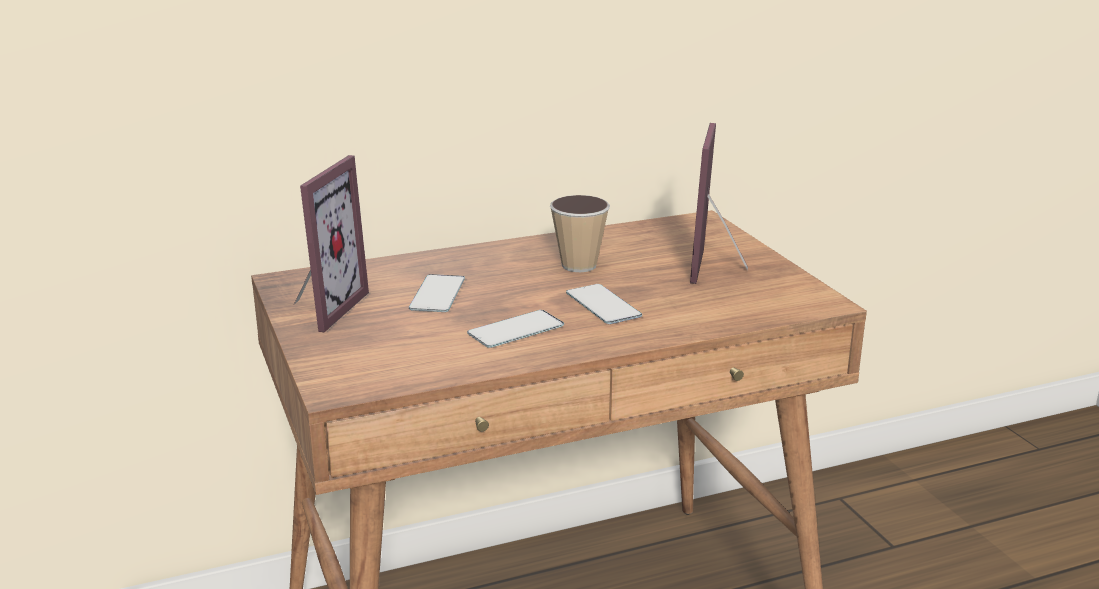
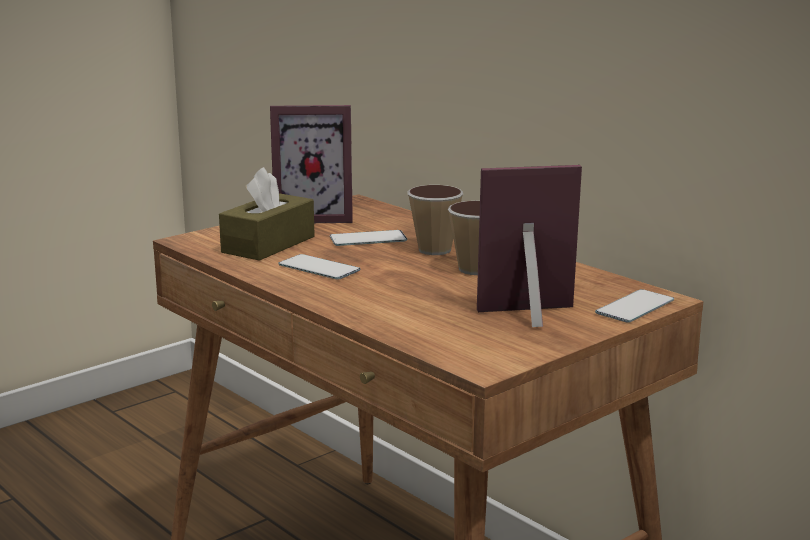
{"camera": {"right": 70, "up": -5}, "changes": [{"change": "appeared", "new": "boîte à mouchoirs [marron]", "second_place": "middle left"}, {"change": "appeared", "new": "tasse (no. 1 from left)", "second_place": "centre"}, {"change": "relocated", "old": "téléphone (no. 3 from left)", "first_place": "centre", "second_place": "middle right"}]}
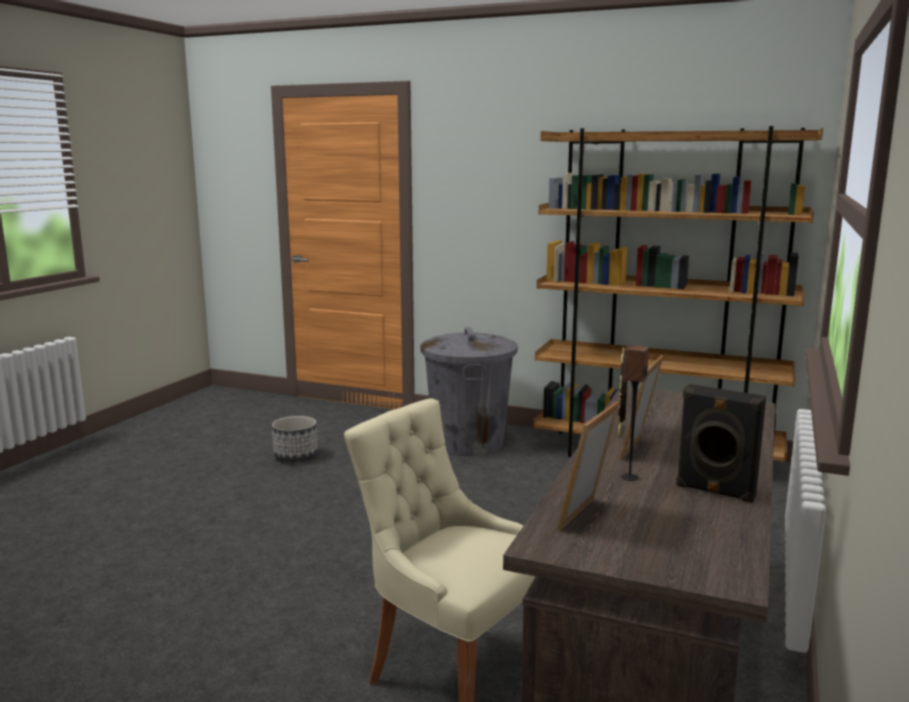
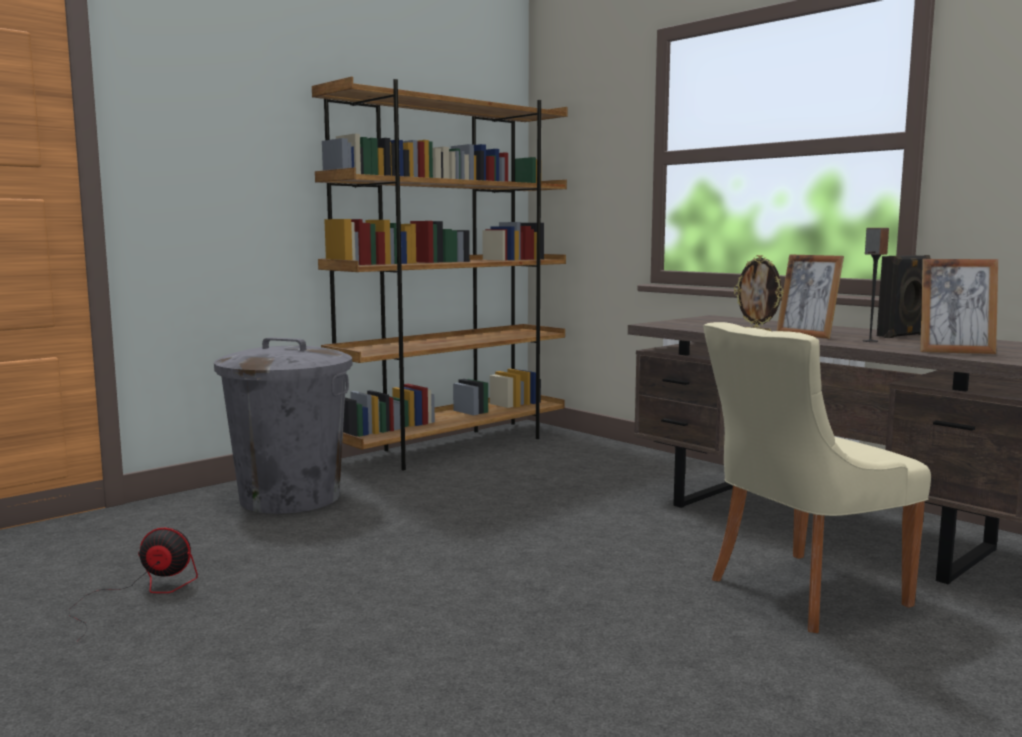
{"camera": {"right": -65, "up": -5}, "changes": [{"change": "exchanged", "old": "cache-pot", "new": "ventilateur", "first_place": "middle left", "second_place": "bottom left"}, {"change": "spun", "old": "cadre photo (no. 1 from left in the first image)", "first_place": "centre", "second_place": "middle right", "degrees": -45}]}
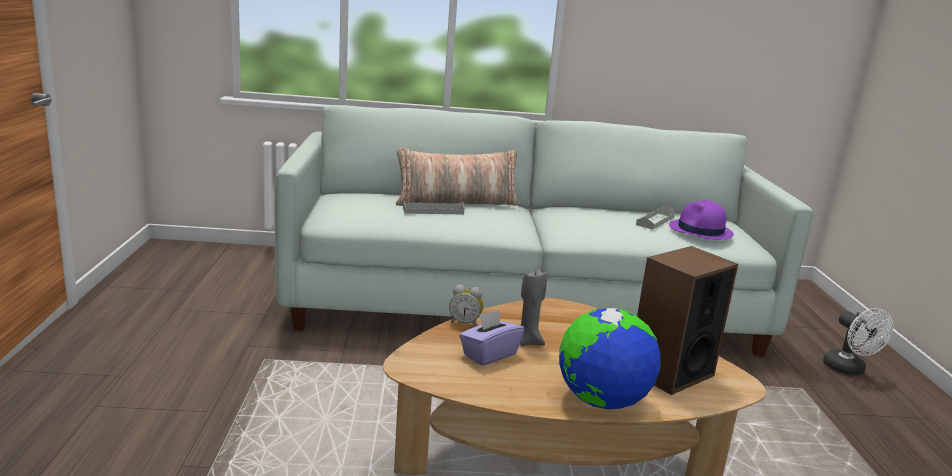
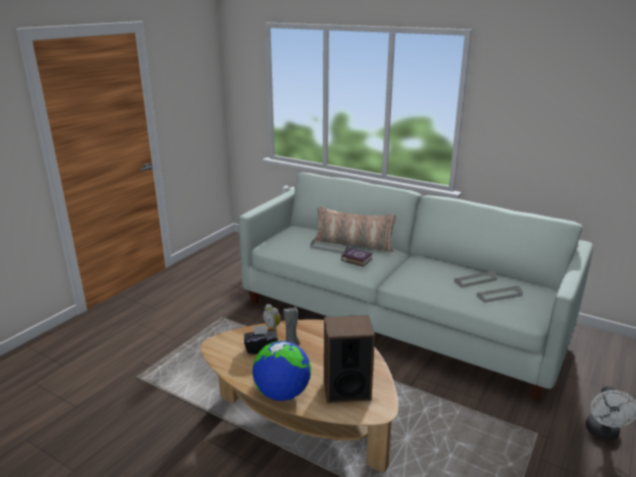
{"camera": {"right": 35, "up": 5}, "changes": [{"change": "colour", "old": "boîte à mouchoirs [violet]", "new": "boîte à mouchoirs [noir]", "first_place": "bottom centre", "second_place": "bottom centre"}, {"change": "appeared", "new": "livre", "second_place": "centre"}, {"change": "exchanged", "old": "chapeau [violet]", "new": "plateau [gris] (no. 3 from left)", "first_place": "middle right", "second_place": "middle right"}]}
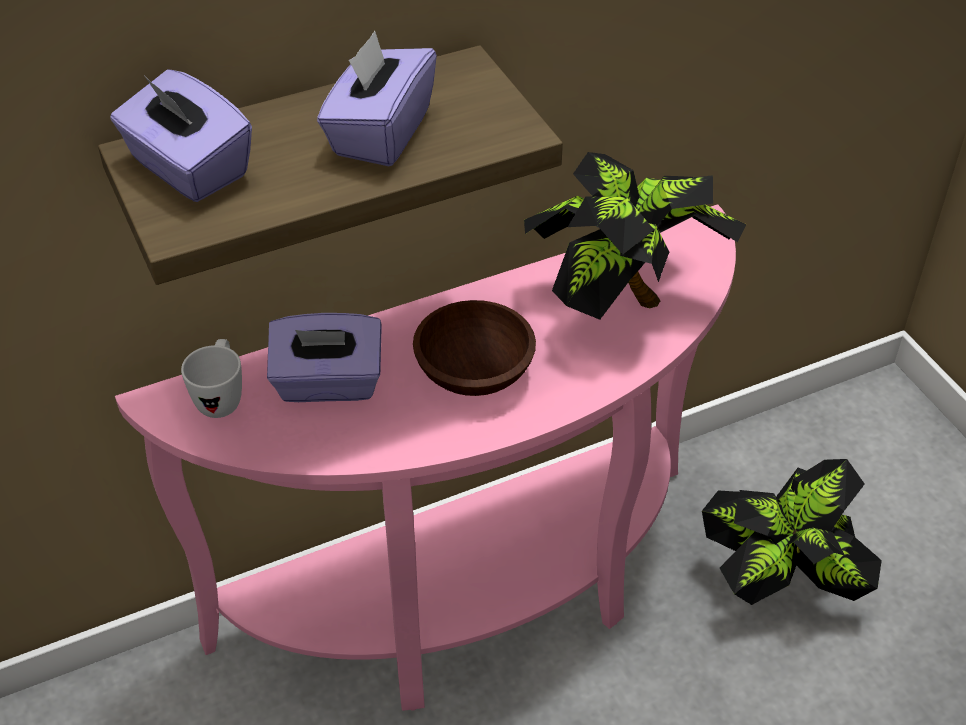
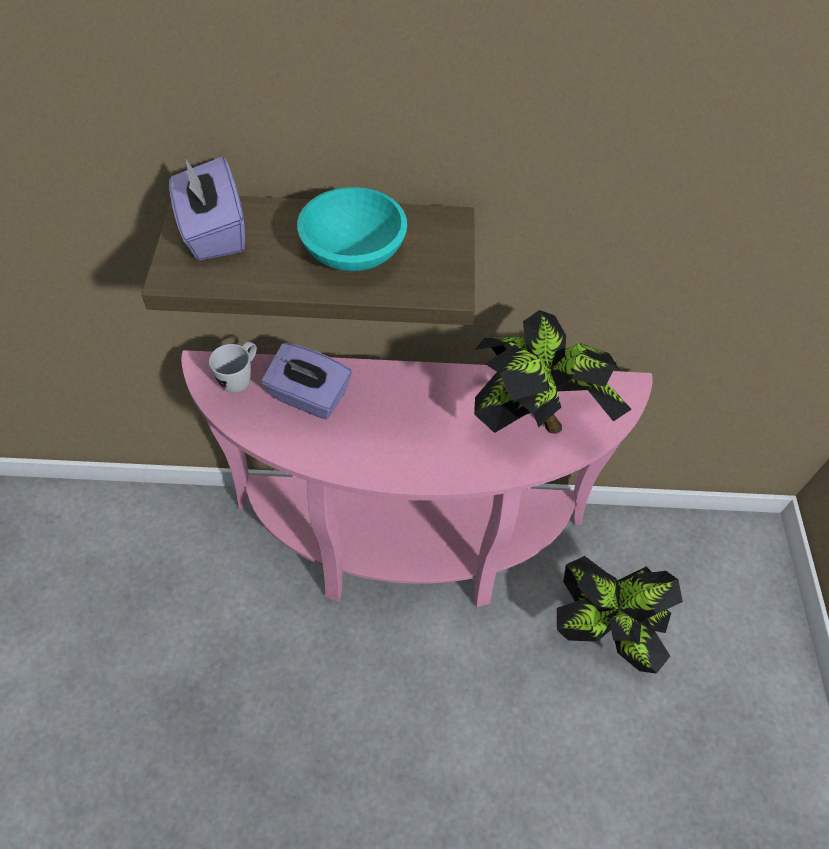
{"camera": {"right": 25, "up": 10}, "changes": [{"change": "exchanged", "old": "boîte à mouchoirs [violet] (no. 3 from left)", "new": "bol [turquoise]", "first_place": "top centre", "second_place": "top centre"}, {"change": "missing", "old": "bol [marron]", "first_place": "centre"}]}
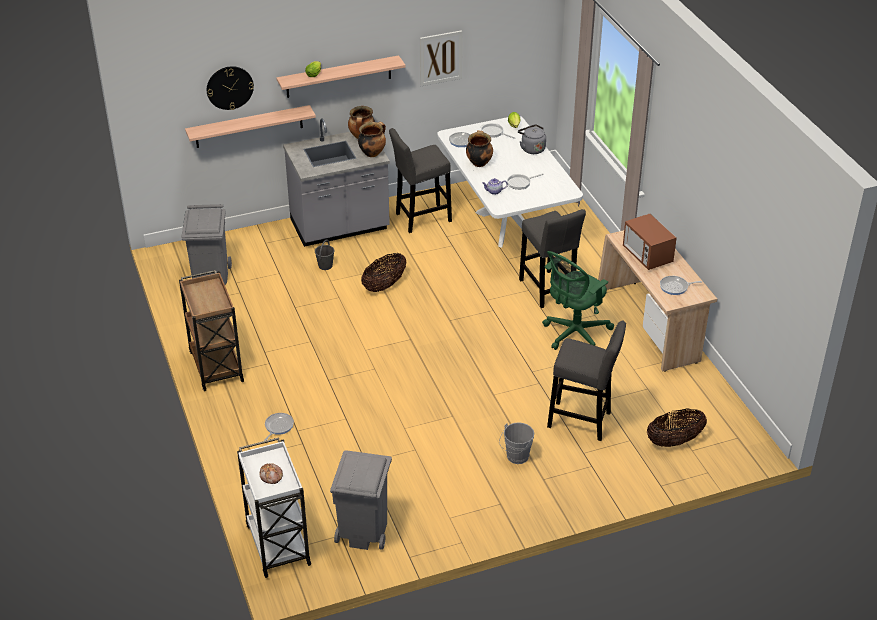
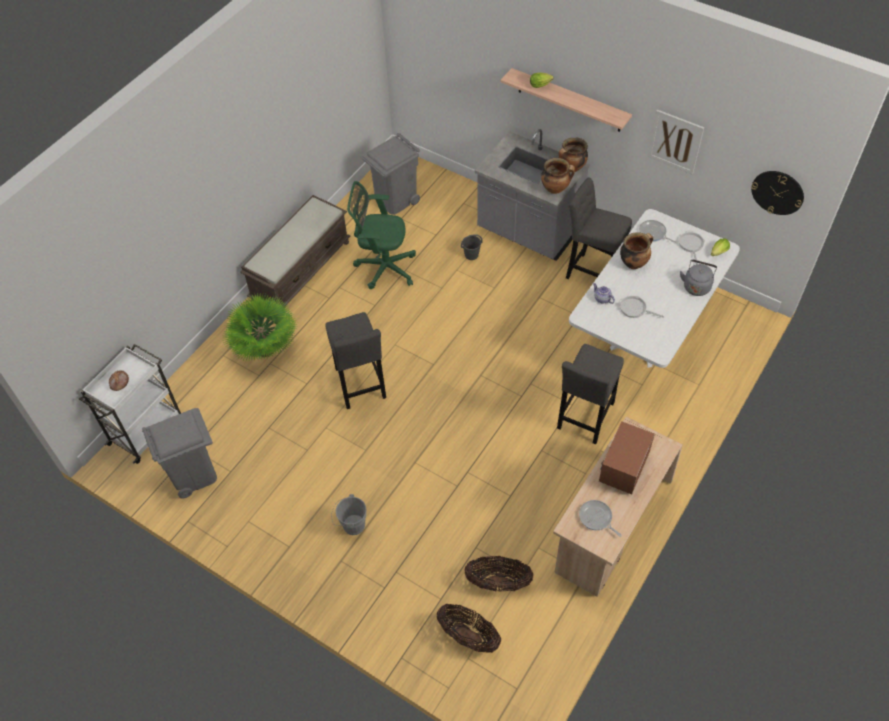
{"camera": {"right": 55, "up": 15}, "changes": [{"change": "exchanged", "old": "poêle (no. 1 from left)", "new": "plante en pot", "first_place": "bottom left", "second_place": "middle left"}, {"change": "exchanged", "old": "chariot [marron]", "new": "banc [marron]", "first_place": "middle left", "second_place": "middle left"}, {"change": "relocated", "old": "tabouret [gris] (no. 3 from left in the first image)", "new": "tabouret [gris] (no. 1 from left)", "first_place": "middle right", "second_place": "centre"}, {"change": "relocated", "old": "chaise de bureau [vert]", "first_place": "centre", "second_place": "top centre"}, {"change": "relocated", "old": "panier (no. 1 from left in the first image)", "new": "panier (no. 2 from left)", "first_place": "centre", "second_place": "bottom centre"}, {"change": "relocated", "old": "horloge murale", "first_place": "top left", "second_place": "top right"}, {"change": "missing", "old": "étagère (no. 1 from left)", "first_place": "top left"}]}
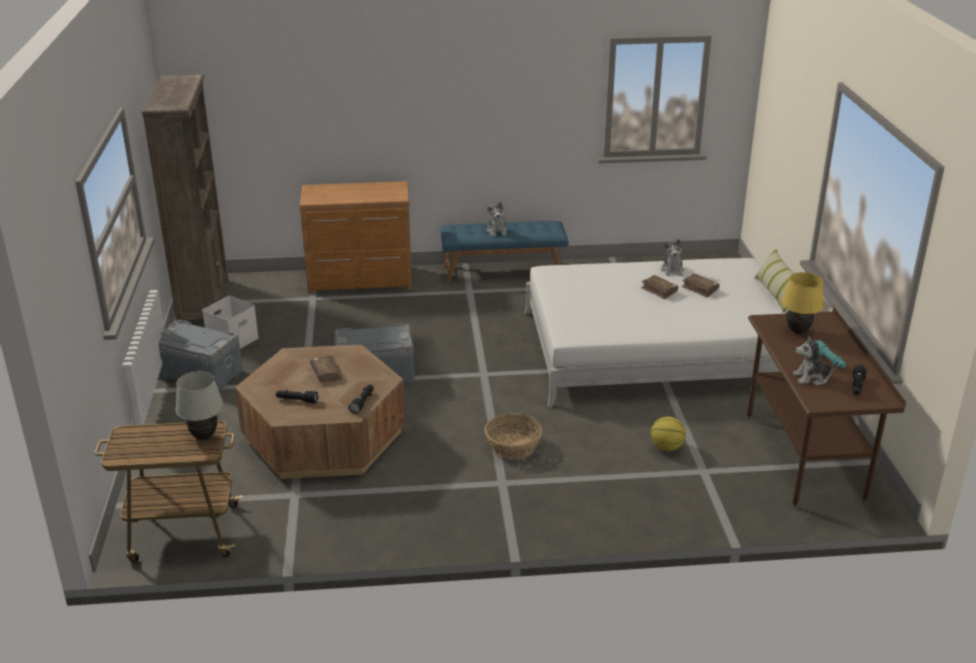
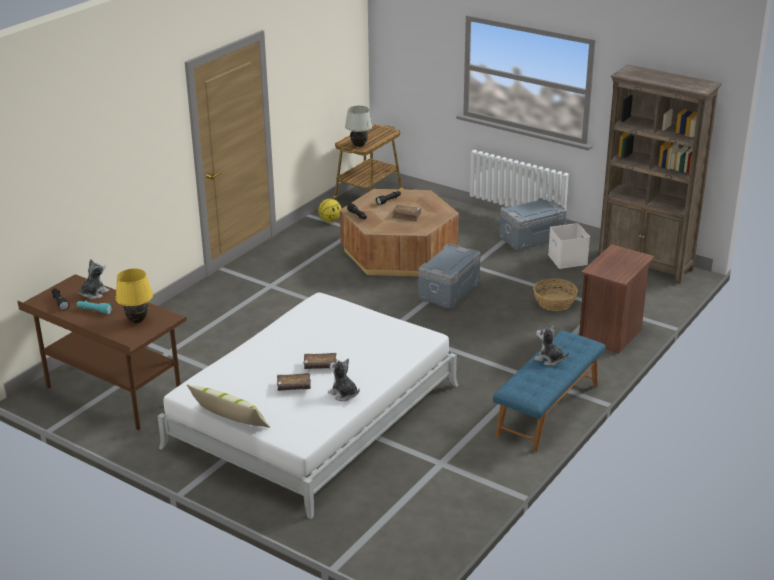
{"camera": {"right": 130, "up": 0}, "changes": [{"change": "relocated", "old": "ballon de basket", "first_place": "middle right", "second_place": "centre"}, {"change": "relocated", "old": "panier", "first_place": "centre", "second_place": "middle right"}, {"change": "exchanged", "old": "commode [marron]", "new": "table de chevet [marron]", "first_place": "centre", "second_place": "middle right"}]}
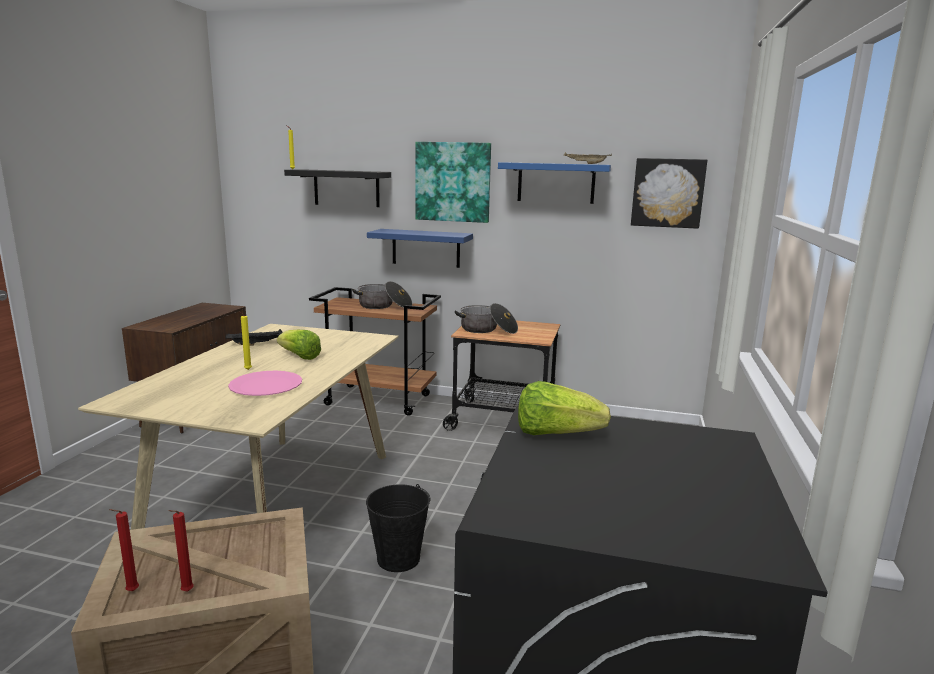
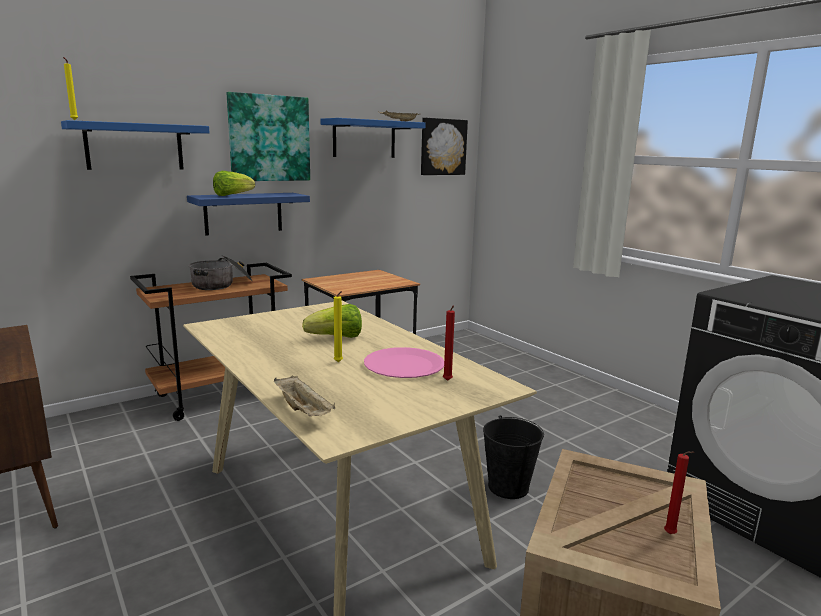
{"camera": {"right": -50, "up": 0}, "changes": [{"change": "colour", "old": "étagère [noir]", "new": "étagère [bleu] (no. 1 from left)", "first_place": "top centre", "second_place": "top left"}, {"change": "relocated", "old": "laitue (no. 2 from left in the first image)", "new": "laitue (no. 1 from left)", "first_place": "centre", "second_place": "top left"}, {"change": "appeared", "new": "plateau [beige] (no. 1 from left)", "second_place": "centre"}, {"change": "relocated", "old": "bougie [rouge] (no. 1 from left)", "first_place": "bottom left", "second_place": "centre"}, {"change": "missing", "old": "plateau [noir]", "first_place": "middle left"}, {"change": "missing", "old": "marmite (no. 2 from left)", "first_place": "centre"}]}
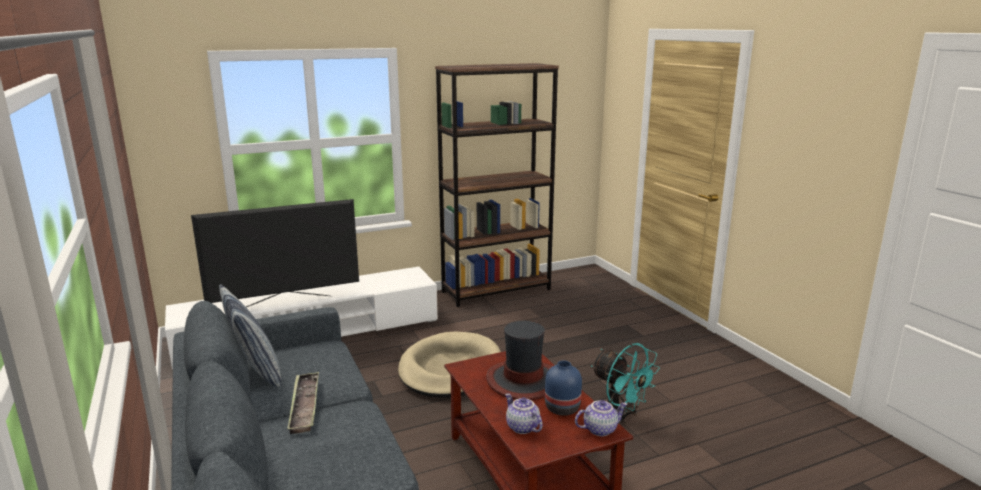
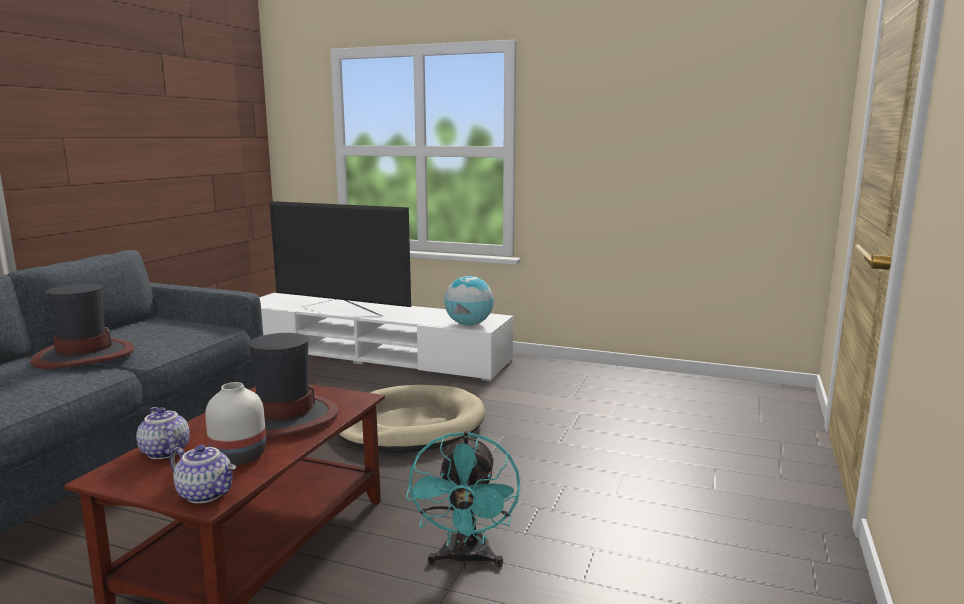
{"camera": {"right": 45, "up": -5}, "changes": [{"change": "exchanged", "old": "plateau", "new": "chapeau (no. 1 from left)", "first_place": "bottom left", "second_place": "middle left"}, {"change": "spun", "old": "théière (no. 1 from left)", "first_place": "bottom centre", "second_place": "bottom left", "degrees": -45}, {"change": "colour", "old": "vase [bleu]", "new": "vase [blanc]", "first_place": "bottom centre", "second_place": "bottom left"}, {"change": "appeared", "new": "globe", "second_place": "centre"}, {"change": "missing", "old": "coussin", "first_place": "bottom left"}, {"change": "missing", "old": "bibliothèque [marron]", "first_place": "centre"}]}
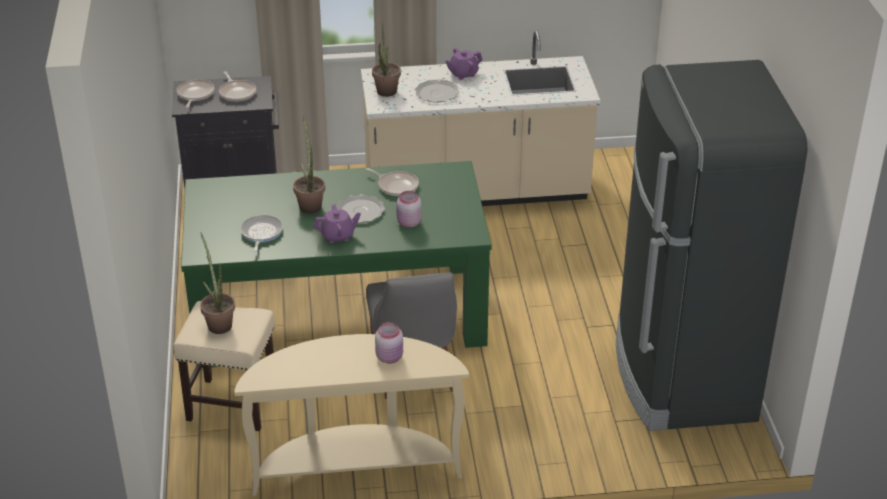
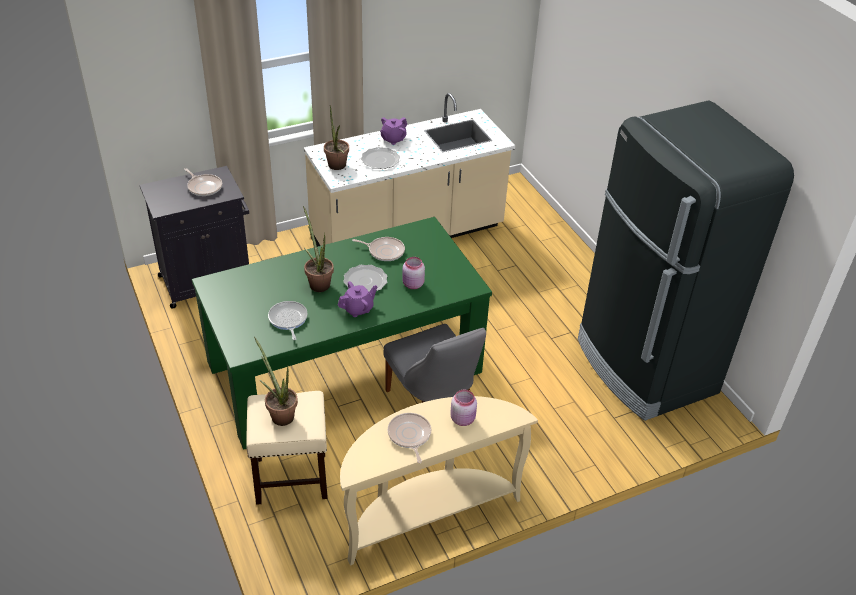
{"camera": {"right": -20, "up": 5}, "changes": [{"change": "relocated", "old": "poêle (no. 1 from left in the first image)", "new": "poêle (no. 4 from left)", "first_place": "top left", "second_place": "bottom centre"}]}
